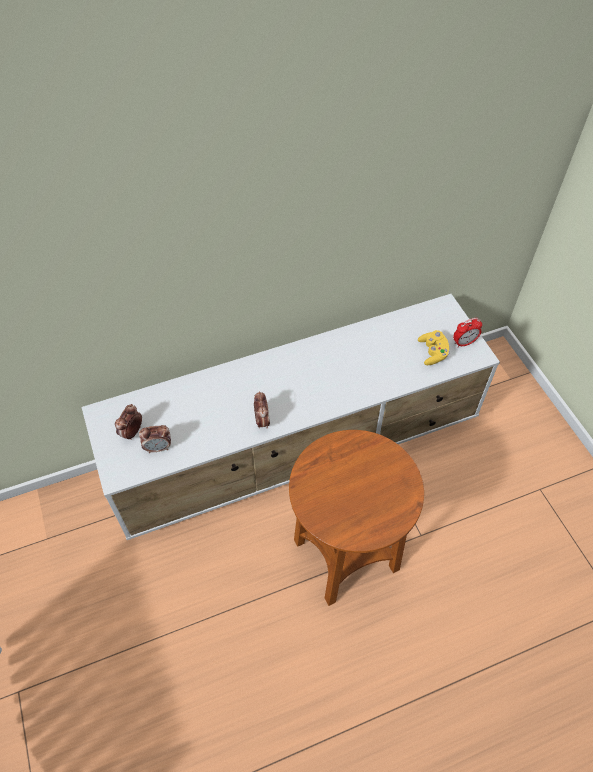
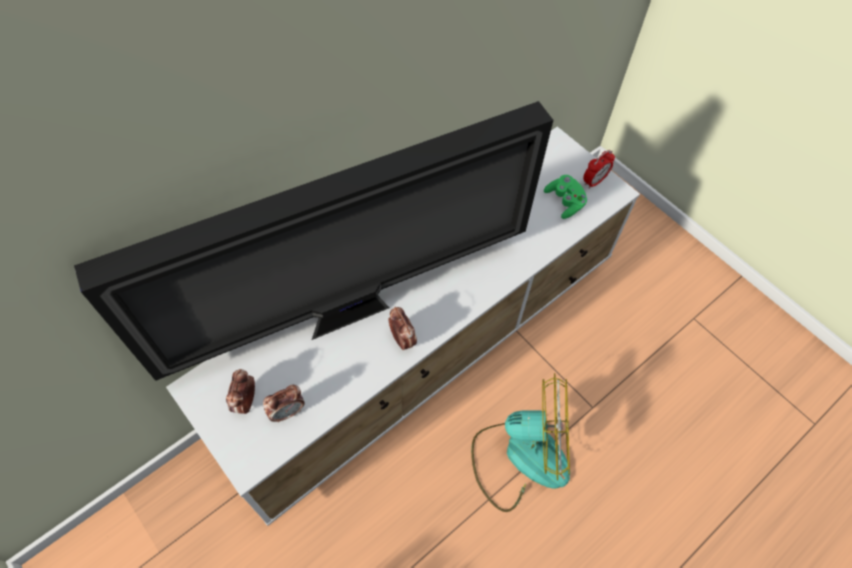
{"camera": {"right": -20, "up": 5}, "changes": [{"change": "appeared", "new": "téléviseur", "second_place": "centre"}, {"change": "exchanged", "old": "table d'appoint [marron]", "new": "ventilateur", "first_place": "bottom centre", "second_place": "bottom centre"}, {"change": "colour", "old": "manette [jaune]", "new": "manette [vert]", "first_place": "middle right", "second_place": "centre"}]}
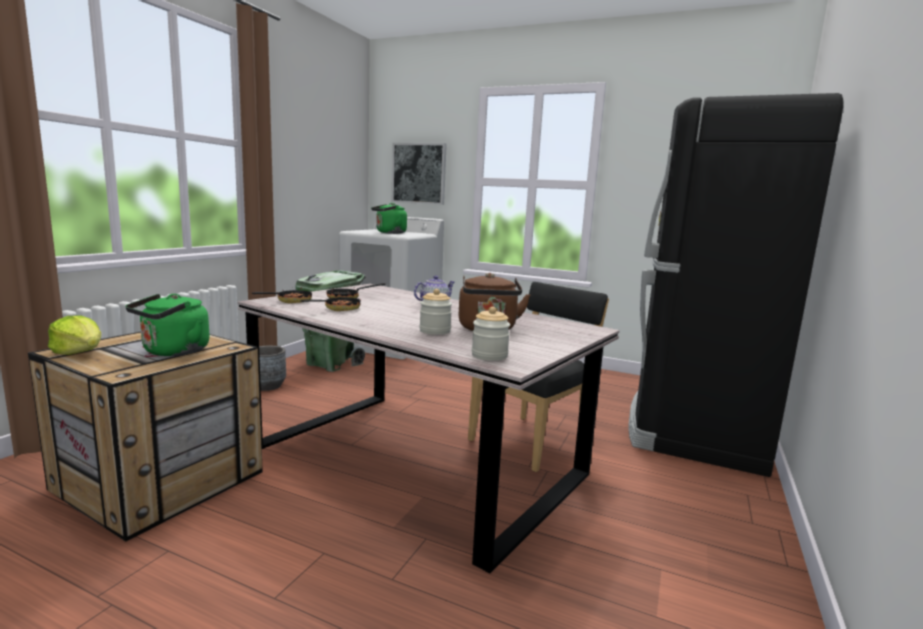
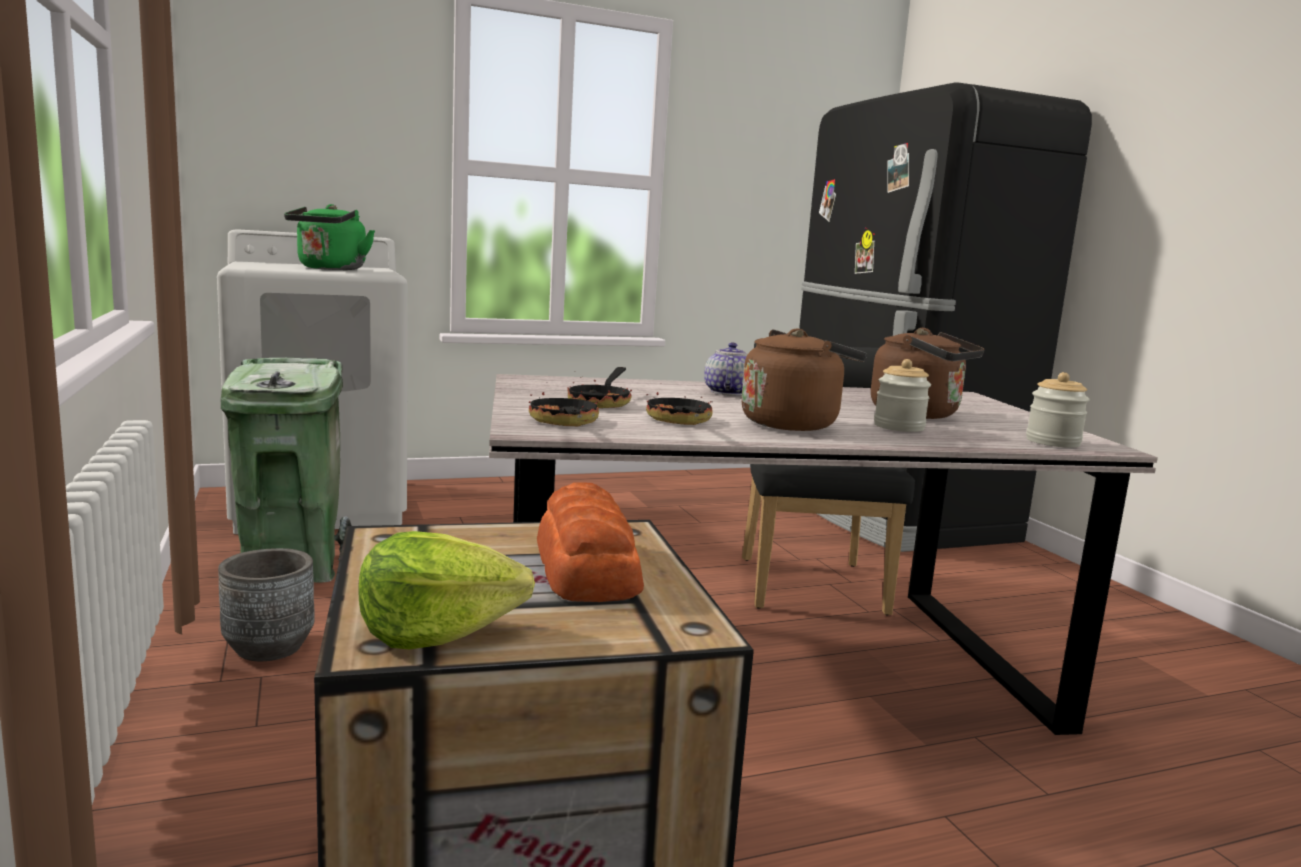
{"camera": {"right": -45, "up": 0}, "changes": [{"change": "exchanged", "old": "bouilloire [vert] (no. 1 from left)", "new": "pain", "first_place": "middle left", "second_place": "centre"}, {"change": "appeared", "new": "bouilloire [marron] (no. 1 from left)", "second_place": "centre"}, {"change": "missing", "old": "tableau", "first_place": "top centre"}]}
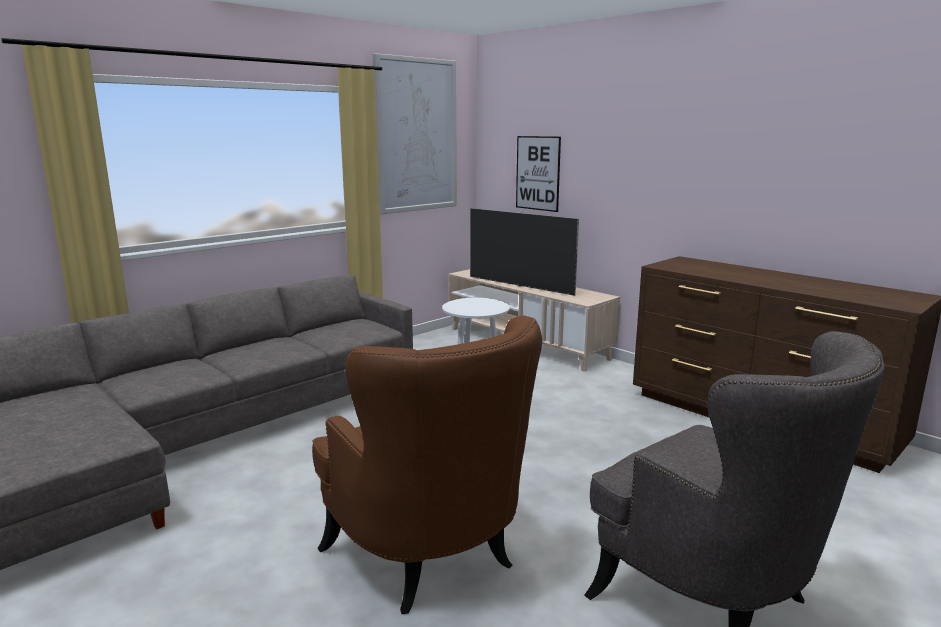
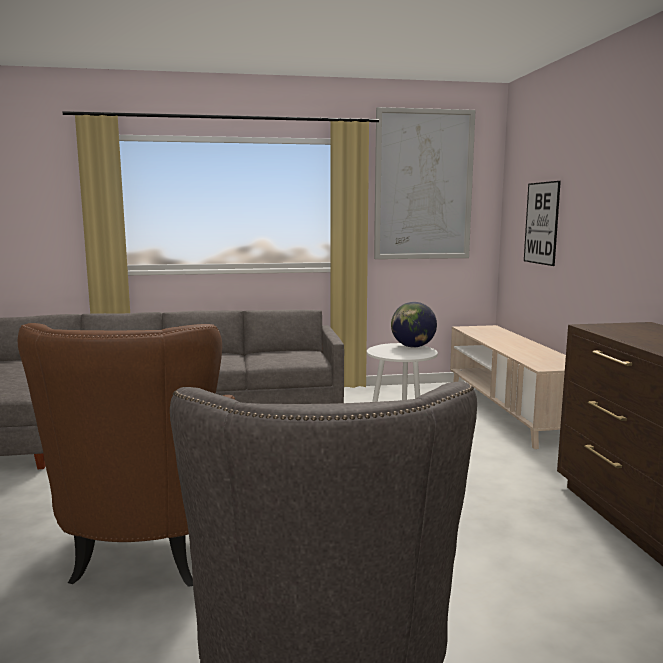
{"camera": {"right": 35, "up": -5}, "changes": [{"change": "appeared", "new": "globe", "second_place": "centre"}, {"change": "missing", "old": "téléviseur", "first_place": "centre"}]}
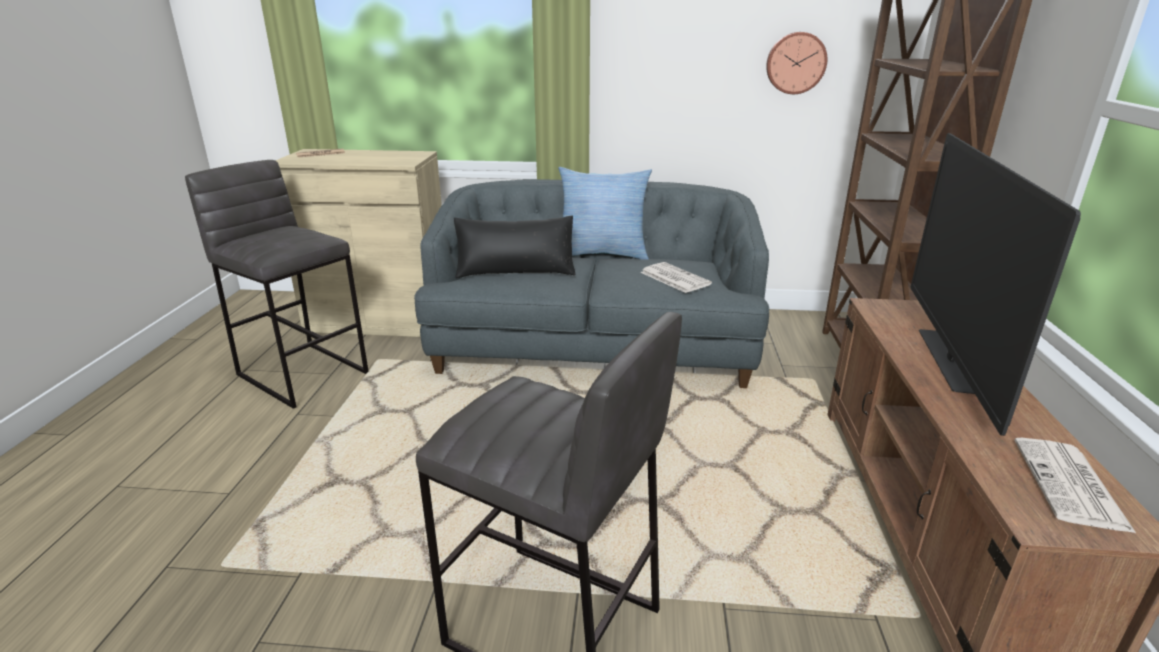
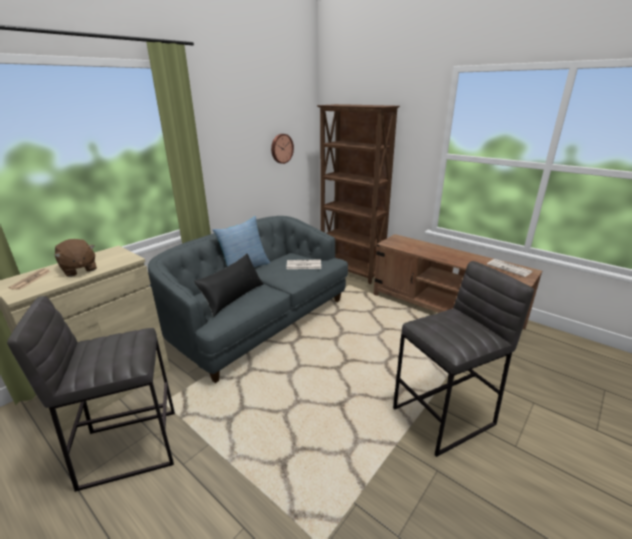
{"camera": {"right": -55, "up": 0}, "changes": [{"change": "appeared", "new": "peluche [marron]", "second_place": "middle left"}, {"change": "missing", "old": "téléviseur", "first_place": "middle right"}]}
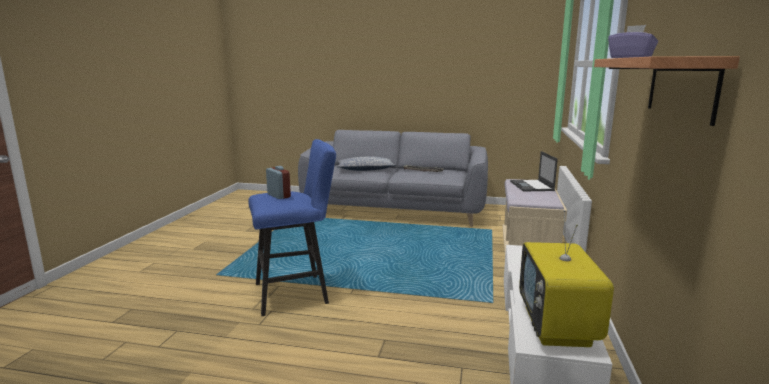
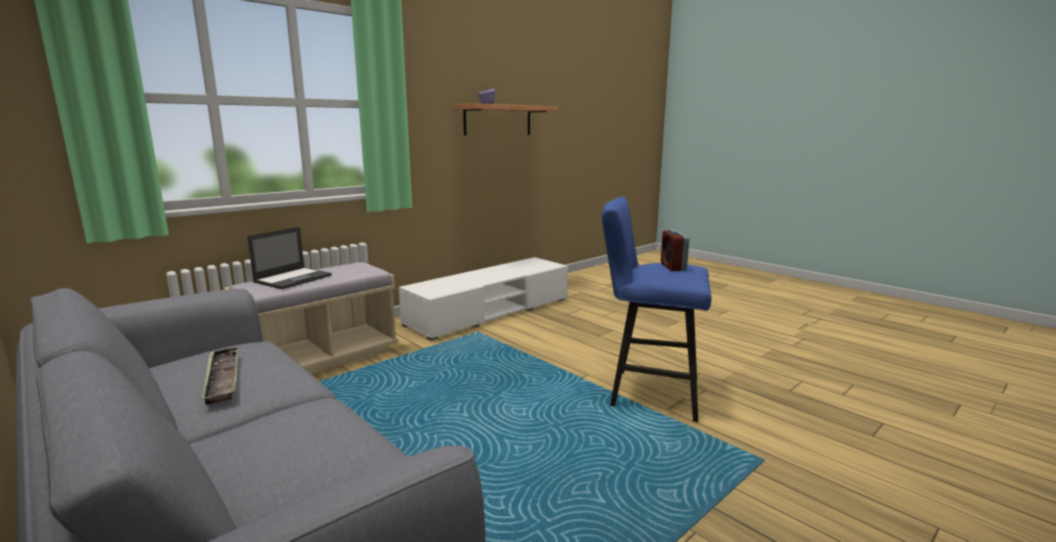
{"camera": {"right": -145, "up": 0}, "changes": [{"change": "missing", "old": "coussin", "first_place": "centre"}, {"change": "missing", "old": "téléviseur", "first_place": "bottom right"}]}
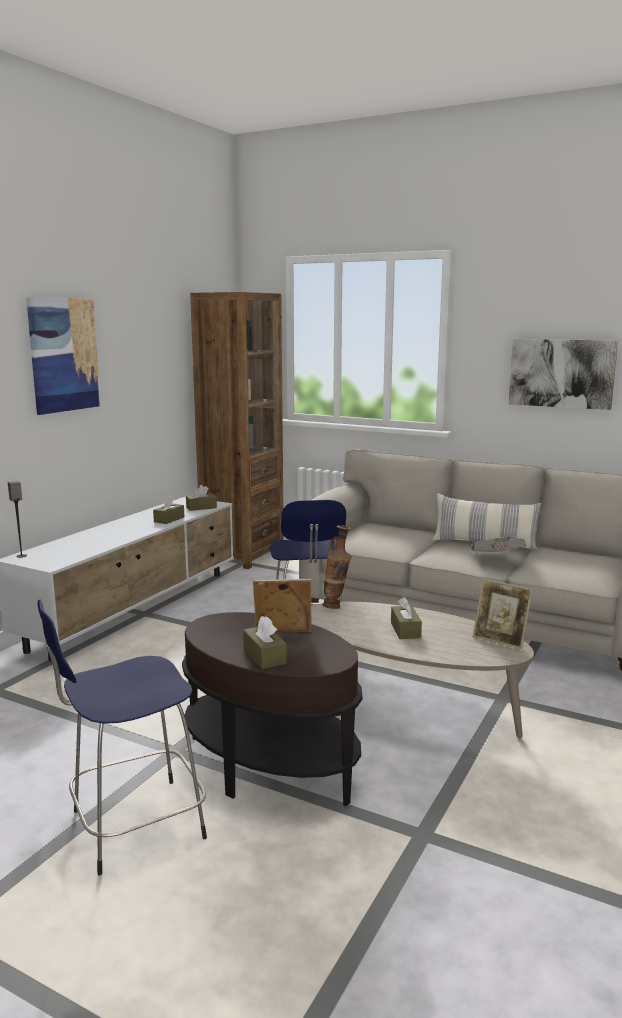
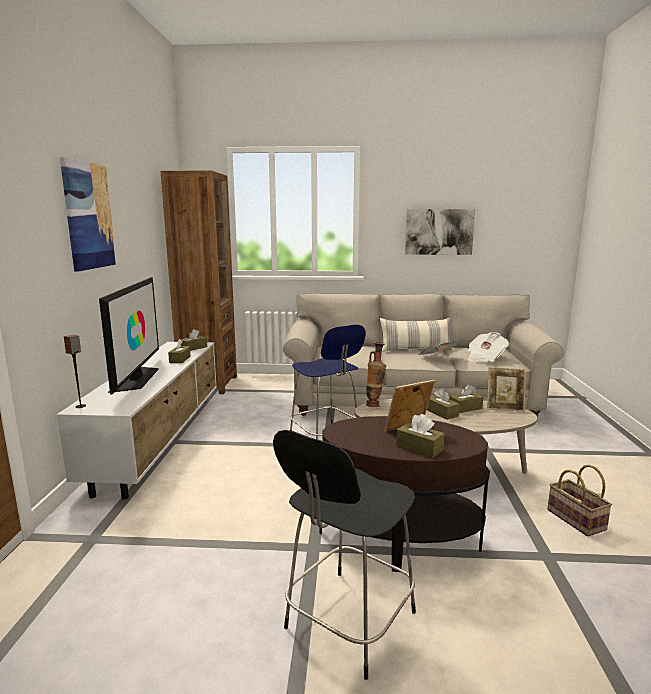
{"camera": {"right": -25, "up": 0}, "changes": [{"change": "appeared", "new": "téléviseur", "second_place": "middle left"}, {"change": "colour", "old": "tabouret [bleu] (no. 1 from left)", "new": "tabouret [noir]", "first_place": "bottom left", "second_place": "bottom centre"}, {"change": "appeared", "new": "boîte à mouchoirs [marron] (no. 5 from left)", "second_place": "middle right"}, {"change": "appeared", "new": "journal (no. 2 from left)", "second_place": "middle right"}, {"change": "appeared", "new": "panier", "second_place": "bottom right"}]}
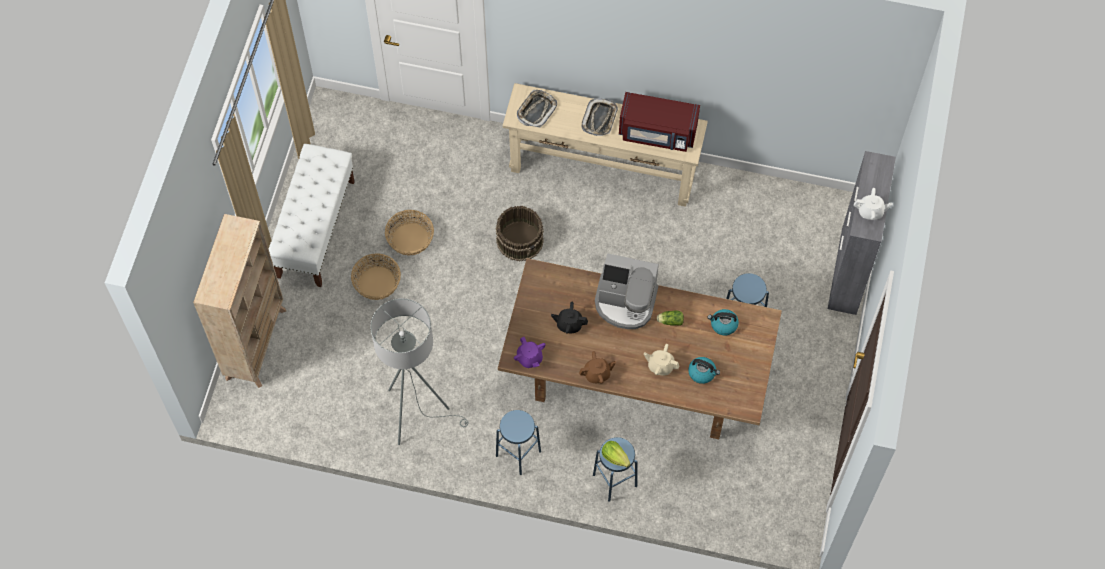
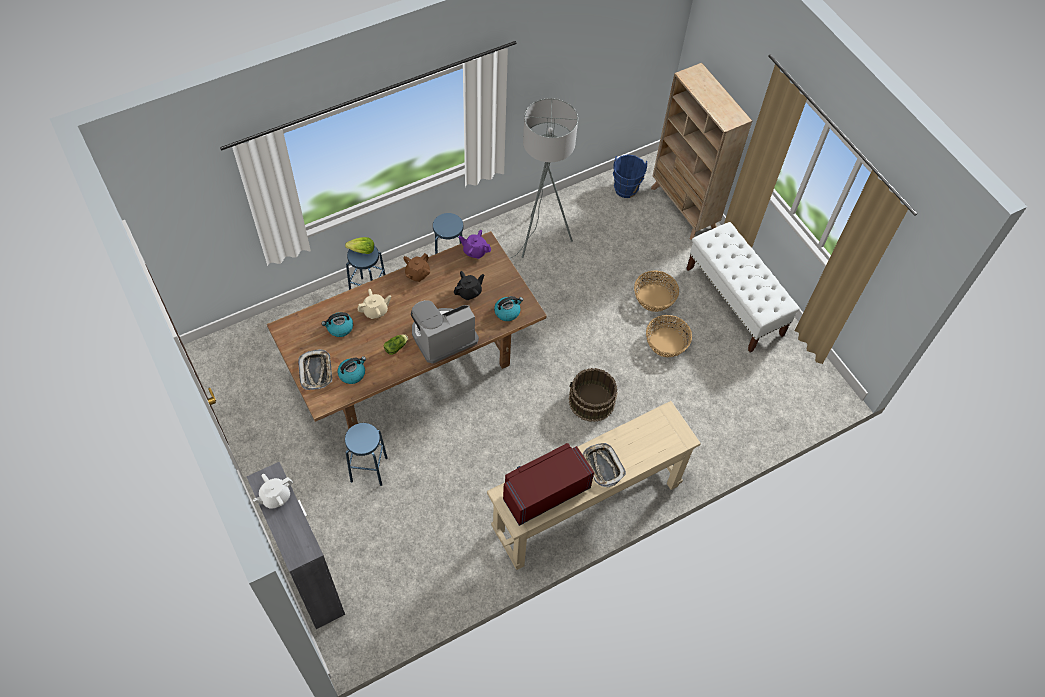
{"camera": {"right": 135, "up": -5}, "changes": [{"change": "relocated", "old": "plateau (no. 1 from left)", "first_place": "top centre", "second_place": "middle left"}, {"change": "appeared", "new": "bouilloire (no. 3 from left)", "second_place": "centre"}, {"change": "appeared", "new": "seau [bleu]", "second_place": "top centre"}]}
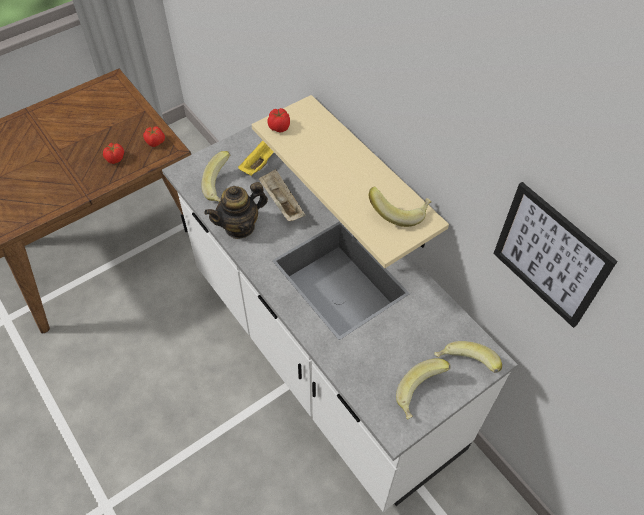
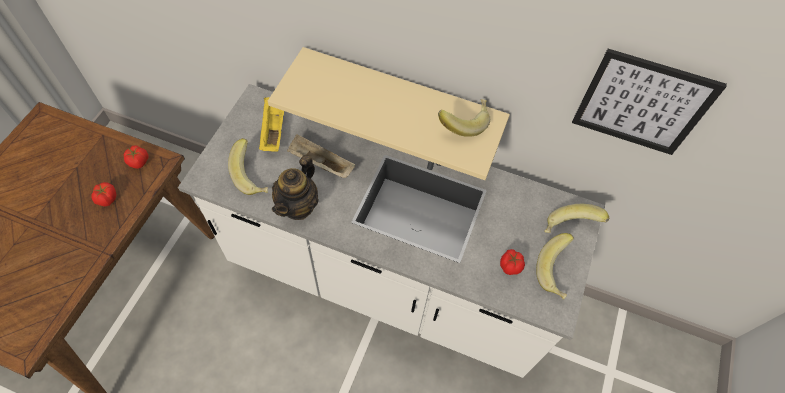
{"camera": {"right": -35, "up": 5}, "changes": [{"change": "relocated", "old": "tomate (no. 3 from left)", "first_place": "top centre", "second_place": "bottom centre"}]}
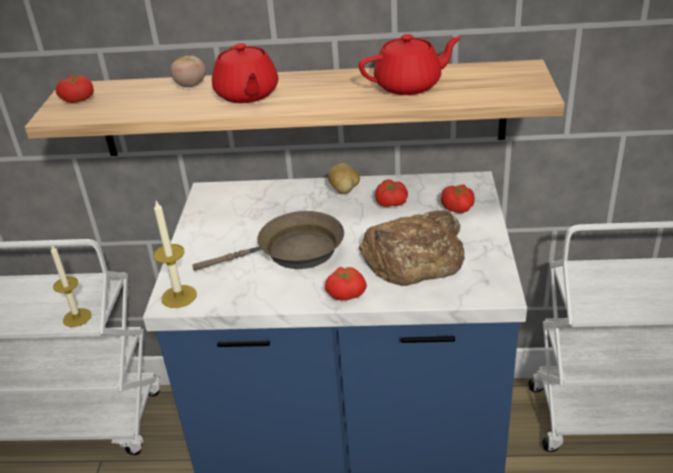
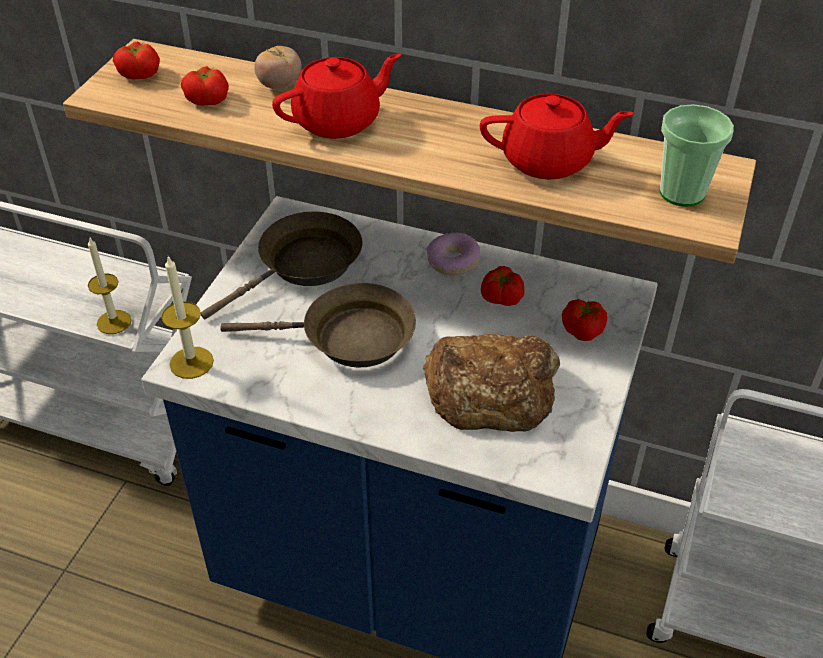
{"camera": {"right": 15, "up": 10}, "changes": [{"change": "relocated", "old": "tomate (no. 3 from left in the first image)", "new": "tomate (no. 2 from left)", "first_place": "centre", "second_place": "top left"}, {"change": "appeared", "new": "poêle [marron] (no. 1 from left)", "second_place": "centre"}, {"change": "spun", "old": "théière [rouge] (no. 1 from left)", "first_place": "top centre", "second_place": "top centre", "degrees": -120}, {"change": "exchanged", "old": "pomme de terre", "new": "beignet", "first_place": "centre", "second_place": "centre"}, {"change": "appeared", "new": "tasse", "second_place": "top right"}]}
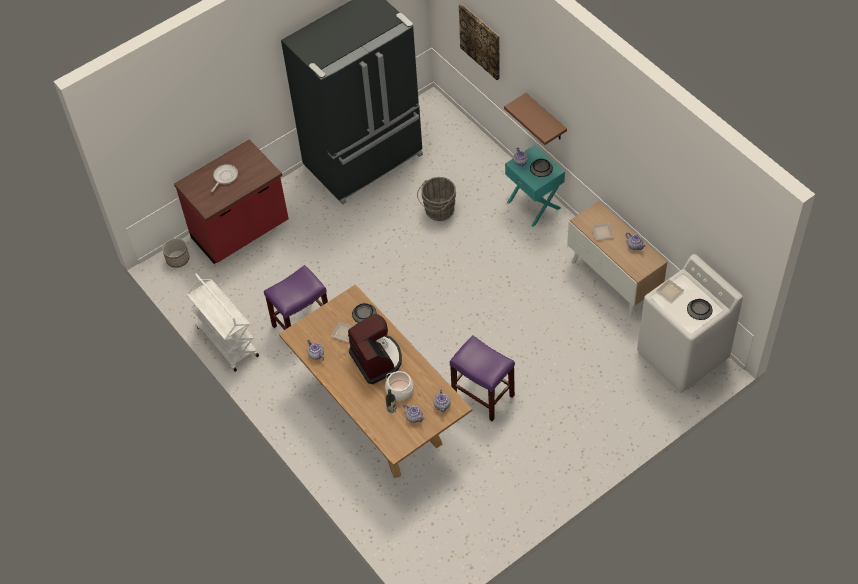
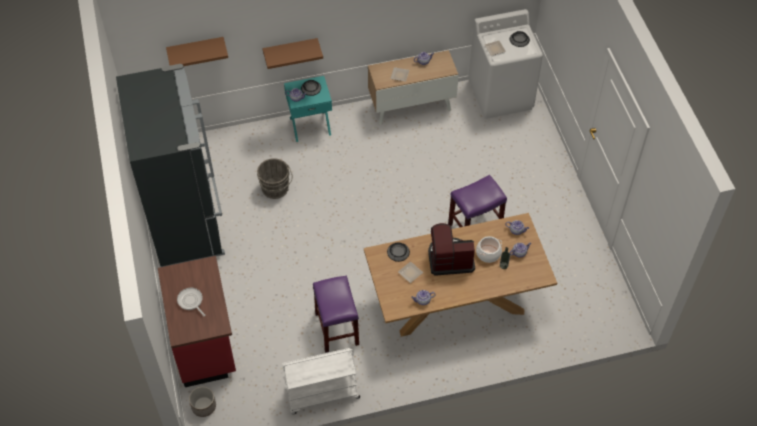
{"camera": {"right": -70, "up": 0}, "changes": [{"change": "exchanged", "old": "tableau", "new": "étagère [marron] (no. 1 from left)", "first_place": "top centre", "second_place": "top left"}]}
